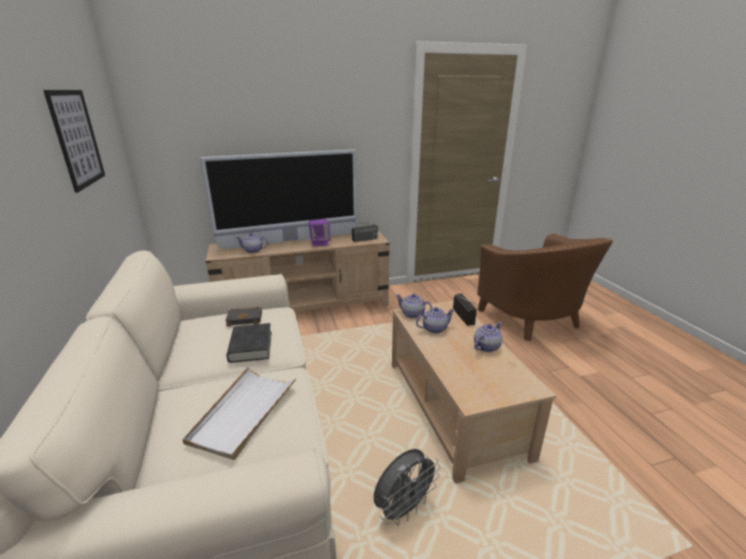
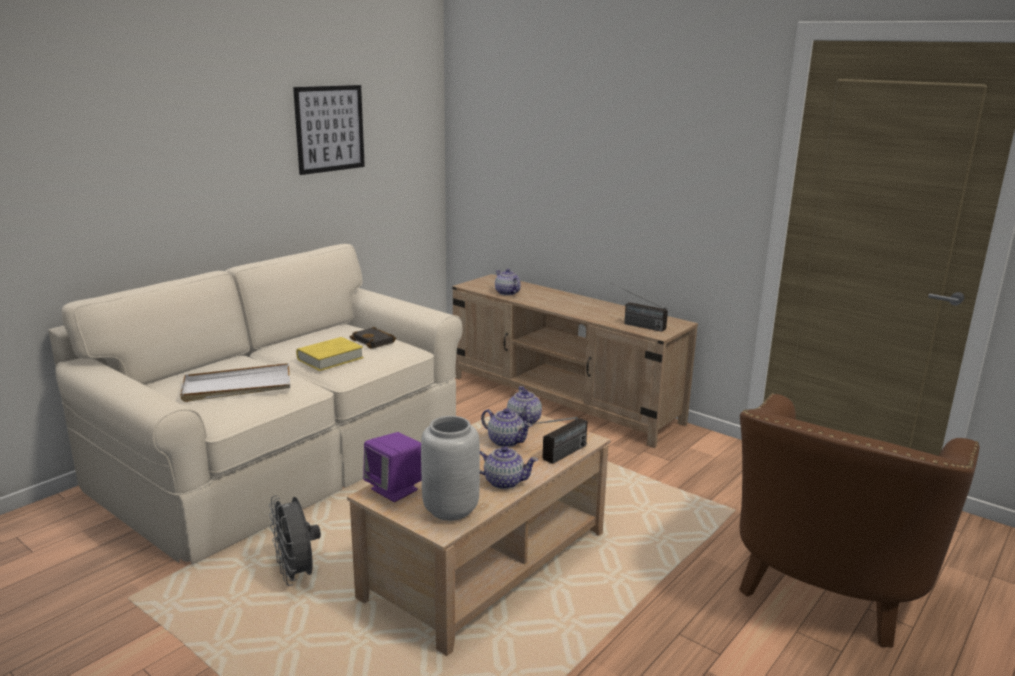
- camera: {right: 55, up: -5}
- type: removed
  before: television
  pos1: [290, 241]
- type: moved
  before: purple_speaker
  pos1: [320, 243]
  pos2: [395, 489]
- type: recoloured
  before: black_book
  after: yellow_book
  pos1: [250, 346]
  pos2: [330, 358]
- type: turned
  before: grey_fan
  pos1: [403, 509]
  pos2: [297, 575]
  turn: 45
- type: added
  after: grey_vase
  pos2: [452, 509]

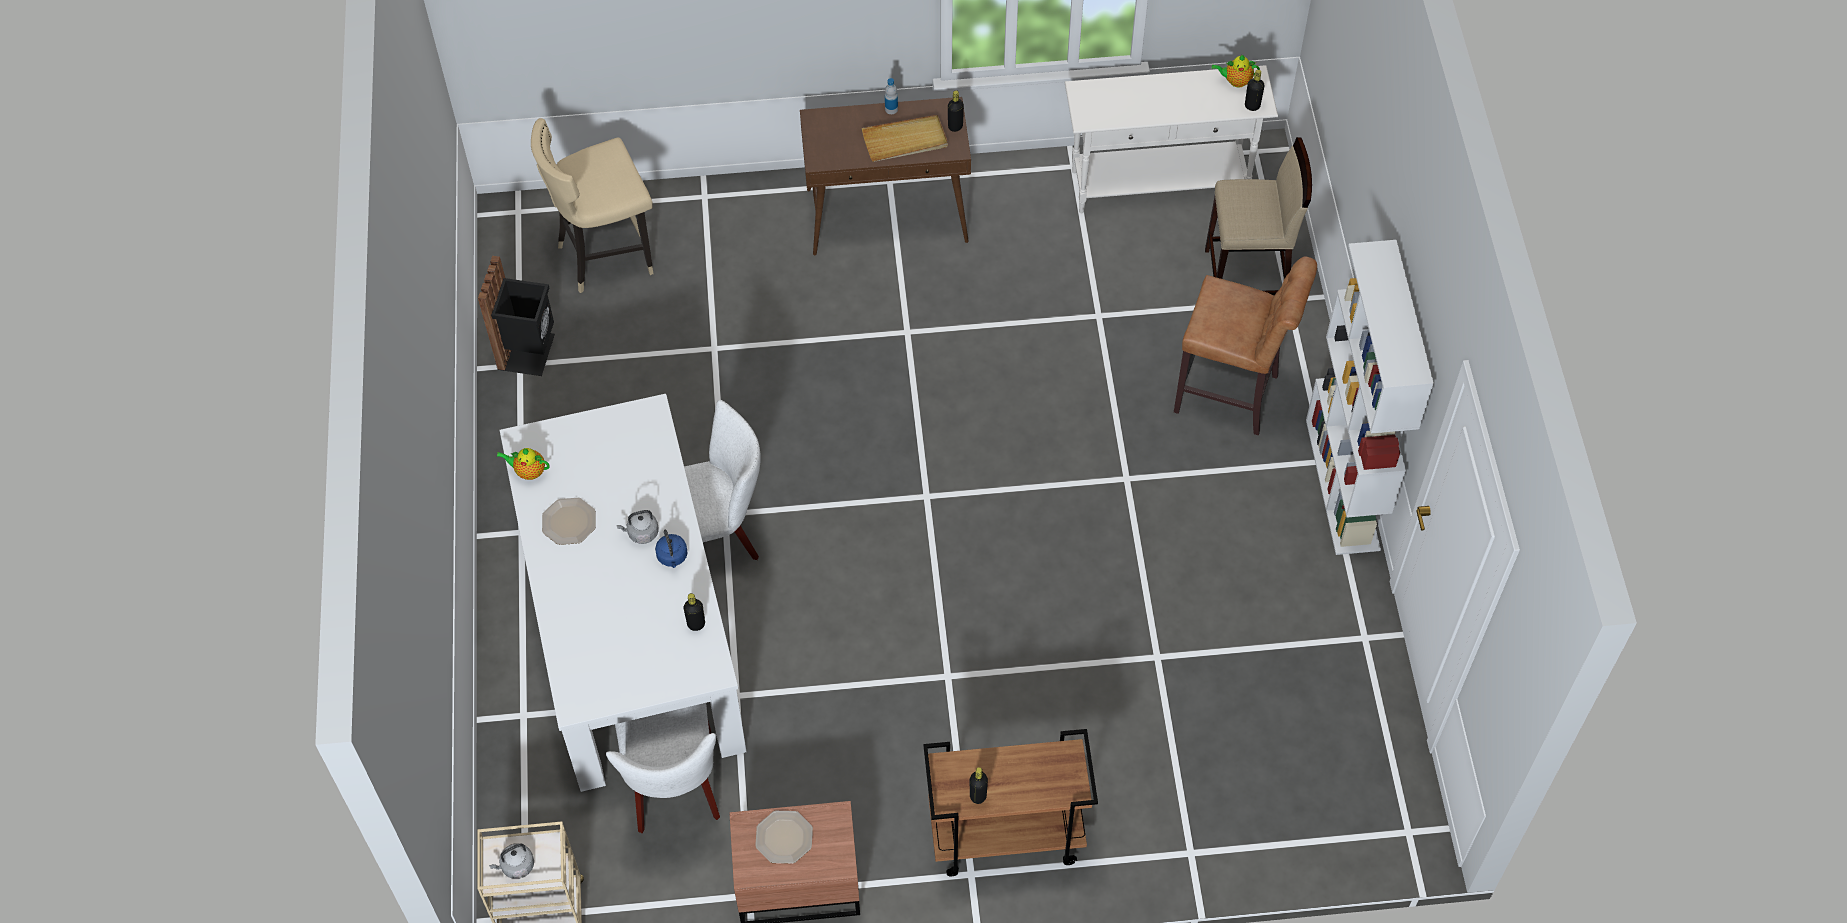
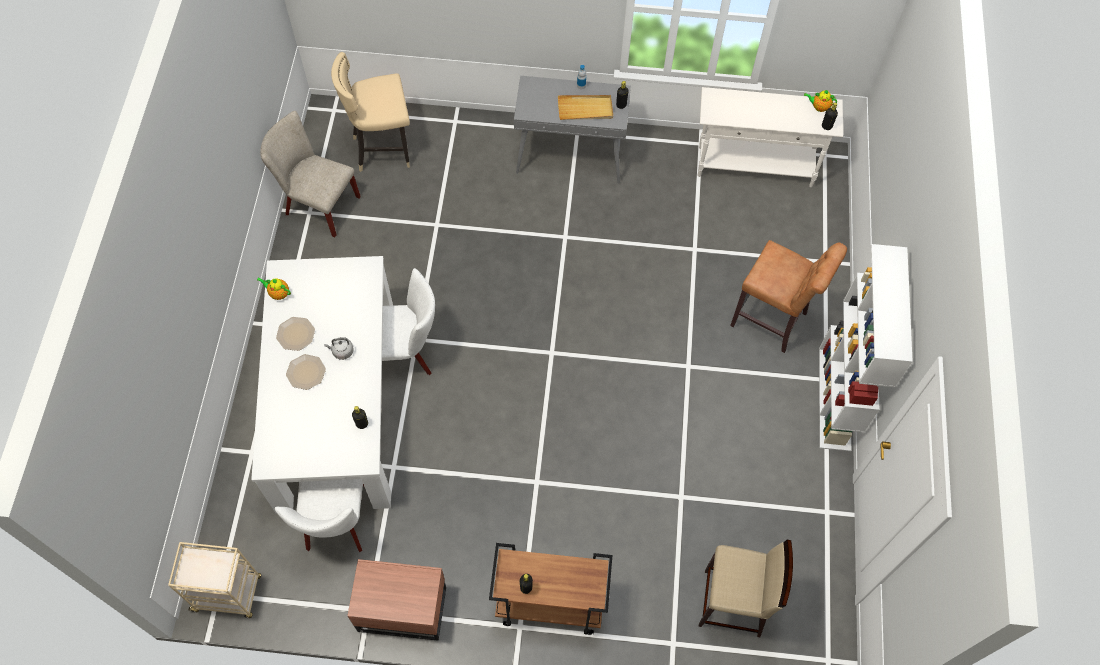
- camera: {right: 10, up: 5}
- type: recoloured
  before: brown_console_table
  after: grey_console_table
  pos1: [888, 215]
  pos2: [571, 155]
- type: moved
  before: beige_stool
  pos1: [1247, 278]
  pos2: [733, 604]
- type: replaced
  before: black_trash_can
  after: beige_chair
  pos1: [529, 351]
  pos2: [317, 205]
- type: removed
  before: blue_kettle
  pos1: [672, 557]
- type: moved
  before: plate
  pos1: [784, 838]
  pos2: [306, 372]
- type: removed
  before: grey_kettle
  pos1: [516, 866]

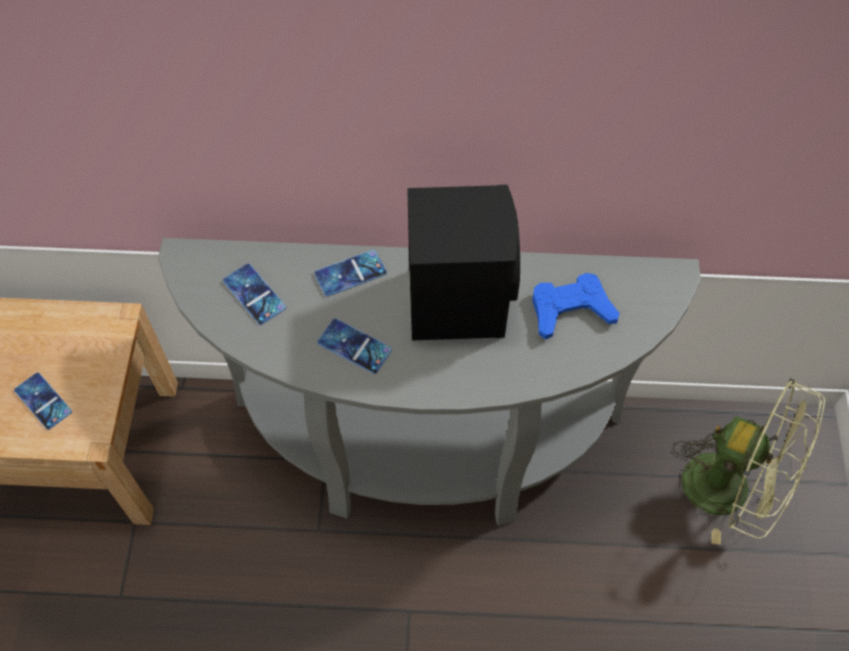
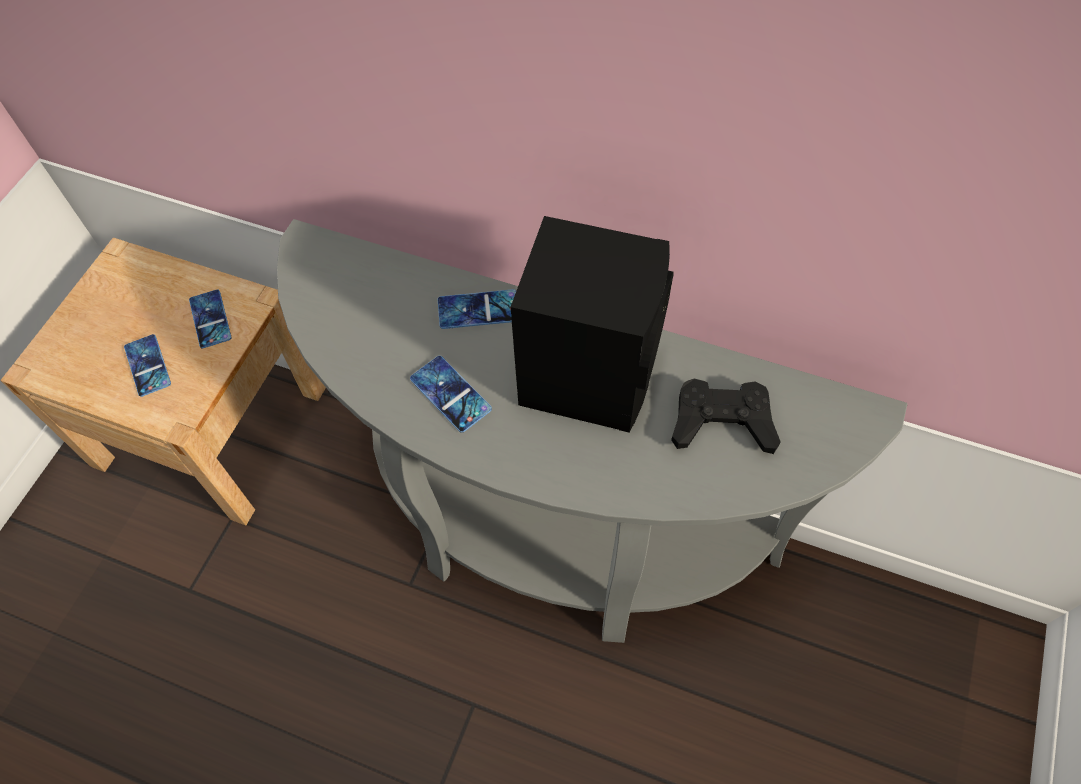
- camera: {right: 20, up: 0}
- type: moved
  before: phone
  pos1: [254, 294]
  pos2: [210, 319]
- type: recoloured
  before: blue_game_controller
  after: black_game_controller
  pos1: [570, 310]
  pos2: [722, 421]
- type: removed
  before: green_fan
  pos1: [731, 489]

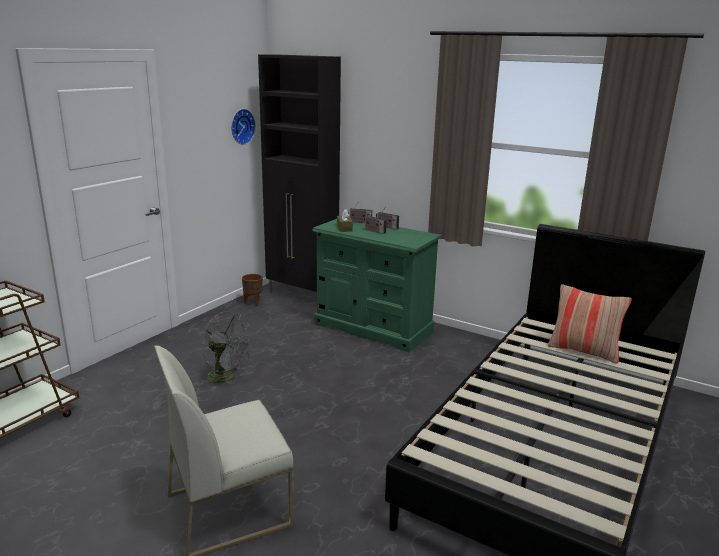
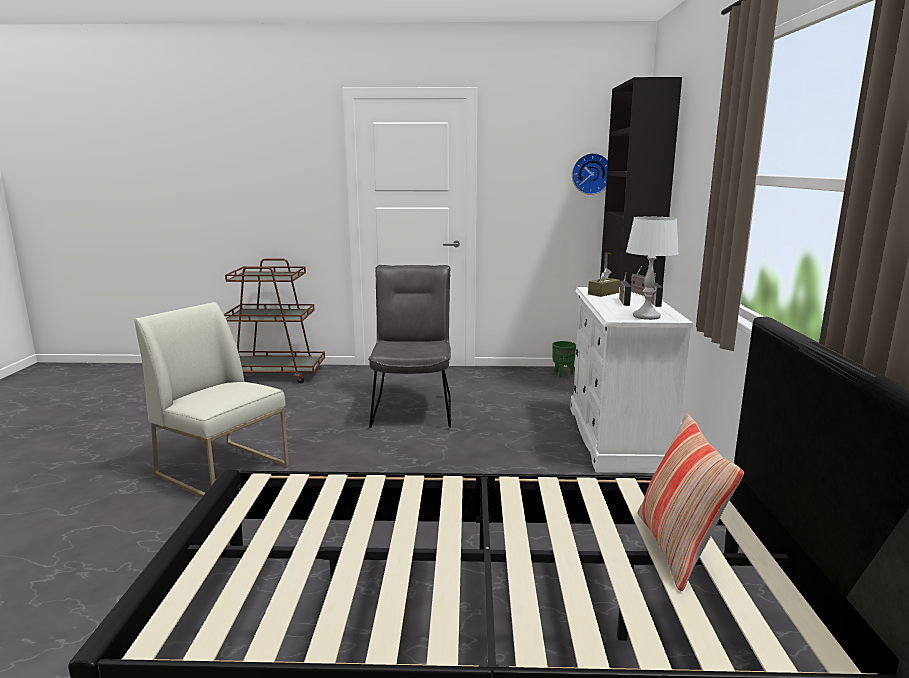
- camera: {right: 60, up: -5}
- type: recoloured
  before: green_dresser
  after: white_dresser
  pos1: [373, 328]
  pos2: [616, 437]
- type: recoloured
  before: brown_planter
  after: green_planter
  pos1: [253, 303]
  pos2: [563, 374]
- type: replaced
  before: grey_fan
  after: grey_chair
  pos1: [226, 378]
  pos2: [413, 408]
- type: added
  after: white_table_lamp
  pos2: [646, 316]

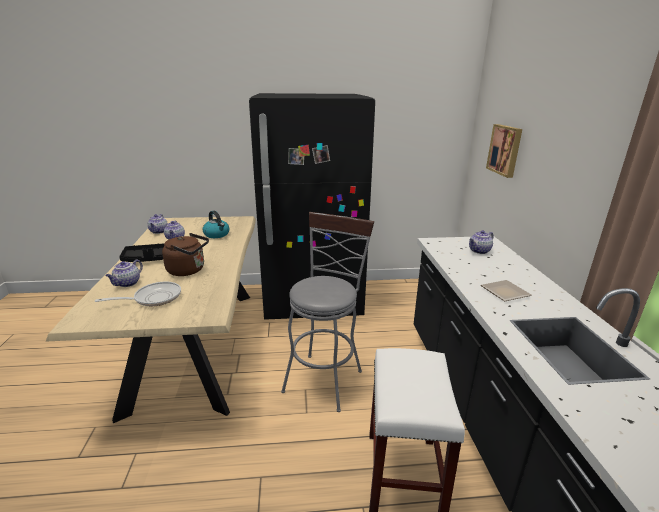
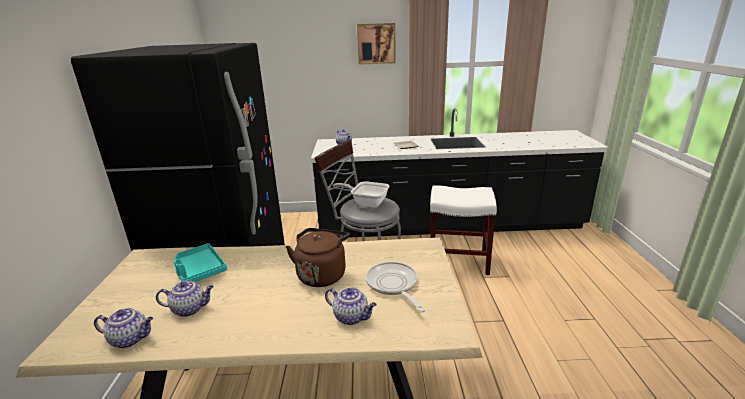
- camera: {right: -85, up: 0}
- type: moved
  before: picture
  pos1: [505, 150]
  pos2: [376, 43]
- type: replaced
  before: kettle
  after: turquoise_tray
  pos1: [217, 234]
  pos2: [199, 270]
- type: removed
  before: black_tray
  pos1: [145, 259]
- type: added
  after: frying_pan
  pos2: [366, 203]

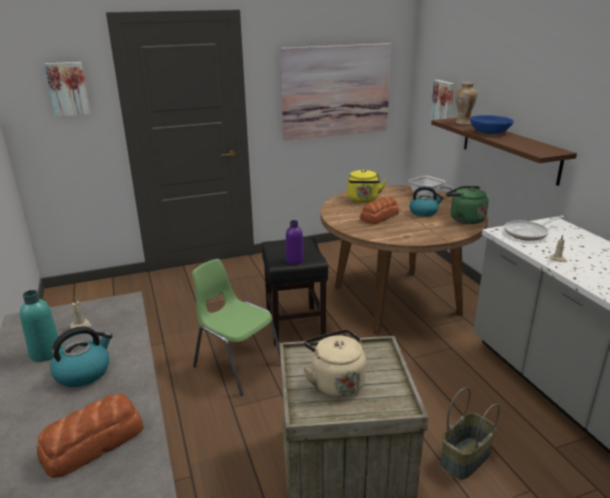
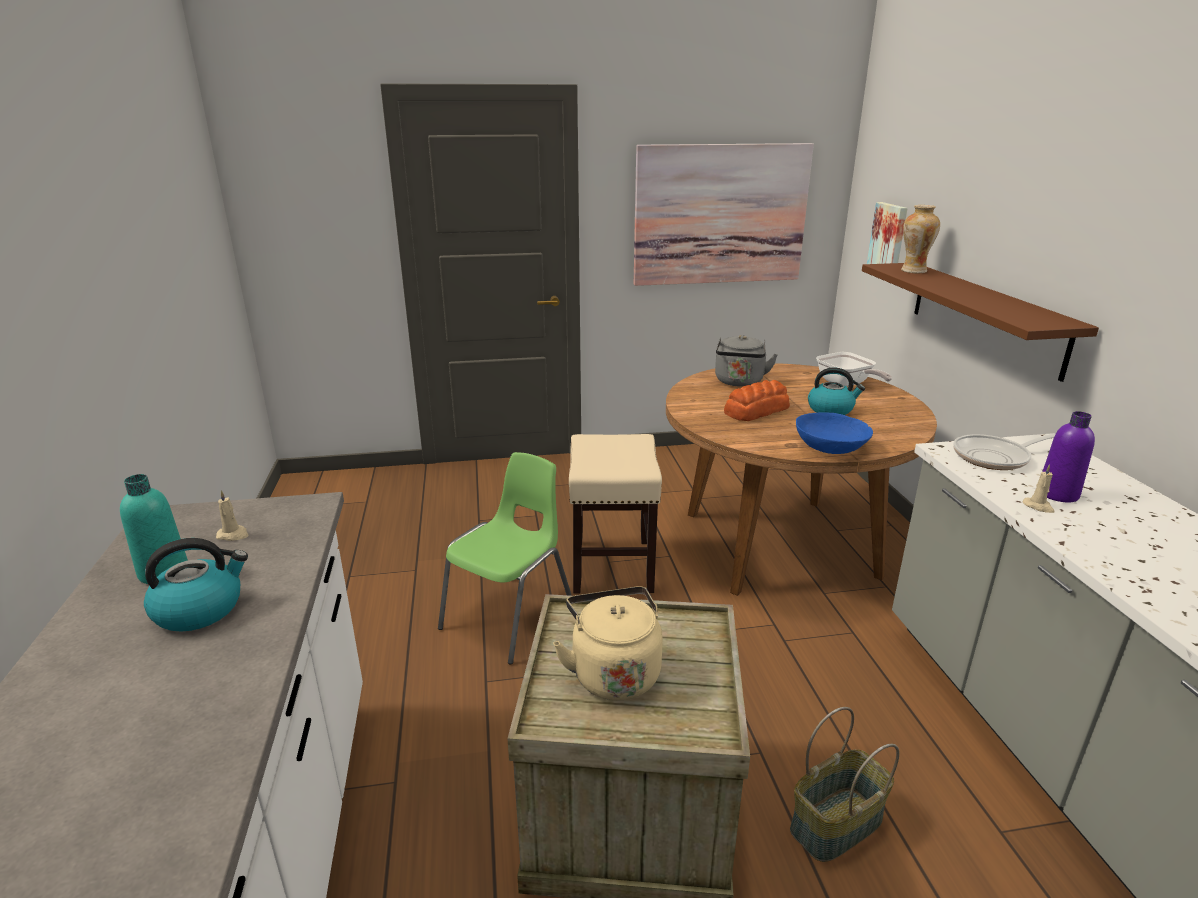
- camera: {right: 10, up: 0}
- type: removed
  before: picture
  pos1: [68, 89]
- type: moved
  before: blue_bowl
  pos1: [489, 132]
  pos2: [830, 447]
- type: recoloured
  before: yellow_kettle
  after: grey_kettle
  pos1: [363, 199]
  pos2: [739, 382]
- type: removed
  before: green_kettle
  pos1: [464, 219]
- type: moved
  before: purple_bottle
  pos1: [294, 260]
  pos2: [1057, 494]
- type: recoloured
  before: black_stool
  after: beige_stool
  pos1: [294, 324]
  pos2: [612, 565]
- type: turned
  before: green_chair
  pos1: [237, 365]
  pos2: [511, 616]
  turn: 75
- type: removed
  before: bread
  pos1: [94, 443]

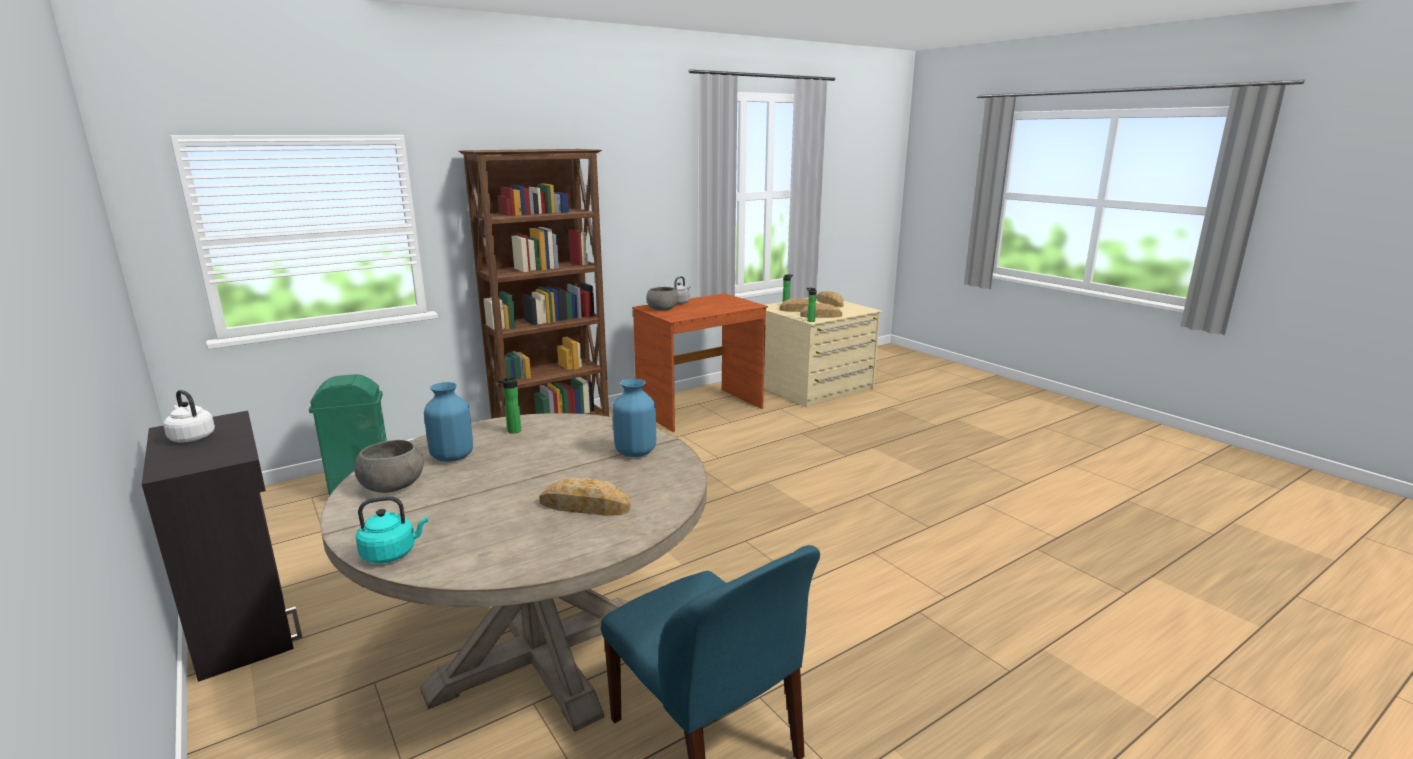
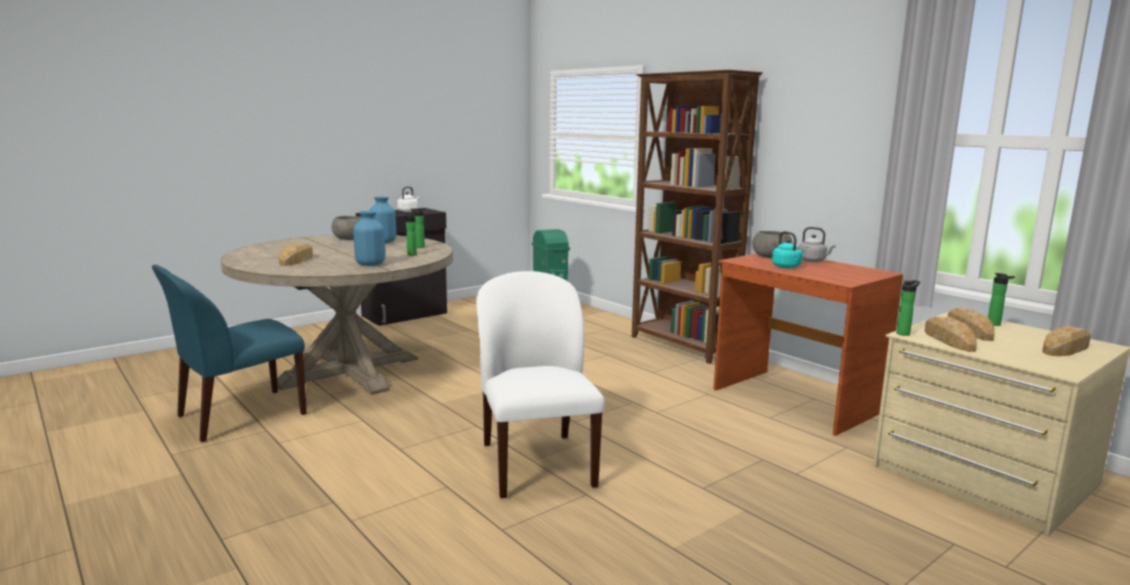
- camera: {right: 85, up: -5}
- type: moved
  before: turquoise_kettle
  pos1: [392, 553]
  pos2: [787, 267]
- type: added
  after: bottle
  pos2: [411, 255]
- type: added
  after: white_chair
  pos2: [536, 463]

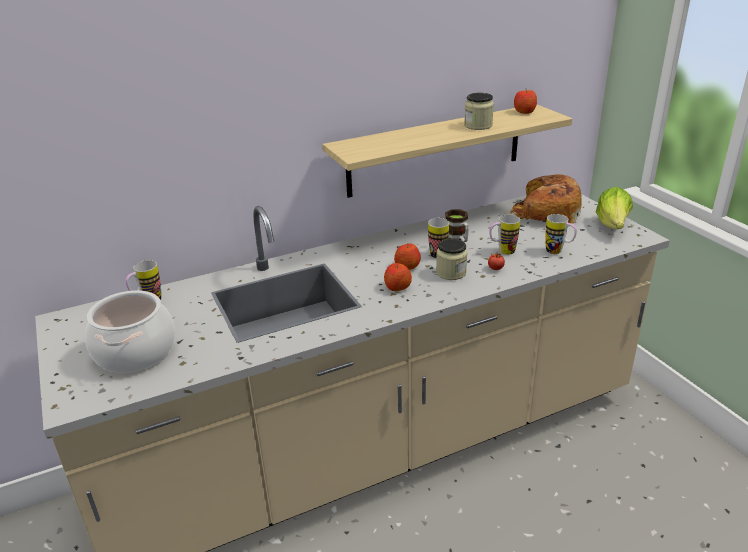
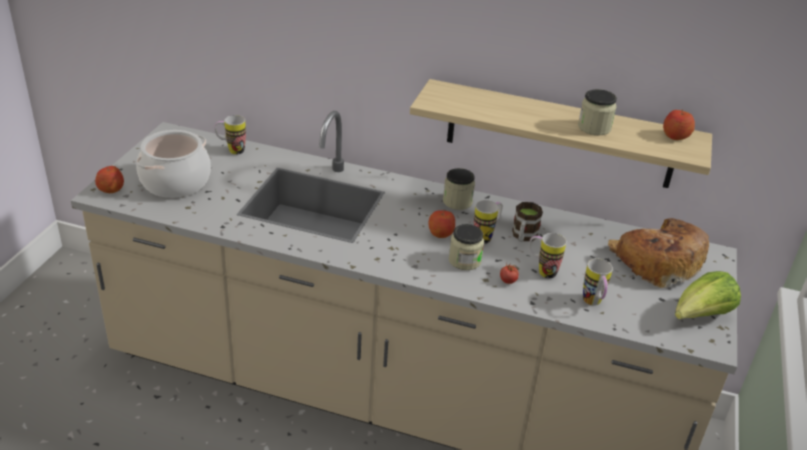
- camera: {right: 40, up: 5}
- type: moved
  before: apple
  pos1: [397, 287]
  pos2: [111, 189]
- type: added
  after: jar
  pos2: [457, 202]

